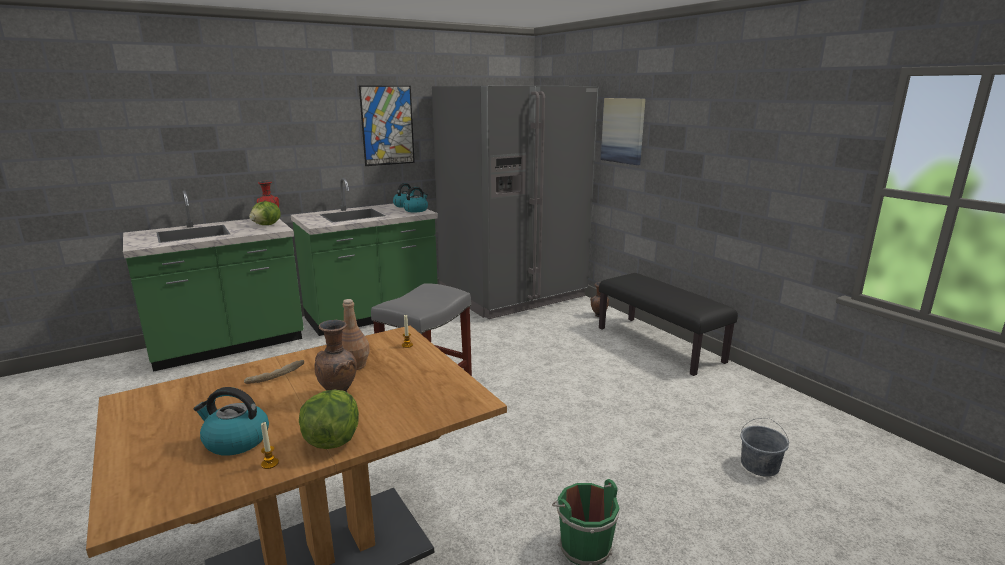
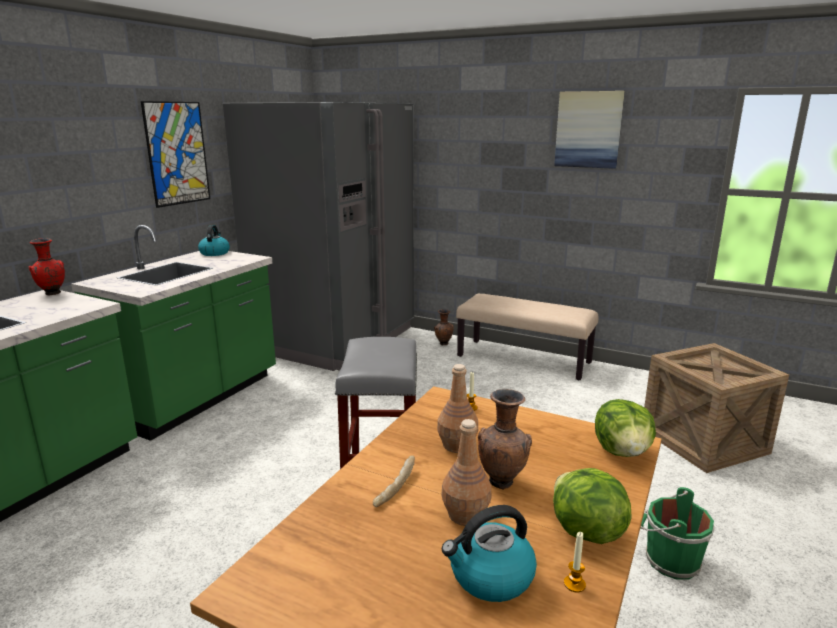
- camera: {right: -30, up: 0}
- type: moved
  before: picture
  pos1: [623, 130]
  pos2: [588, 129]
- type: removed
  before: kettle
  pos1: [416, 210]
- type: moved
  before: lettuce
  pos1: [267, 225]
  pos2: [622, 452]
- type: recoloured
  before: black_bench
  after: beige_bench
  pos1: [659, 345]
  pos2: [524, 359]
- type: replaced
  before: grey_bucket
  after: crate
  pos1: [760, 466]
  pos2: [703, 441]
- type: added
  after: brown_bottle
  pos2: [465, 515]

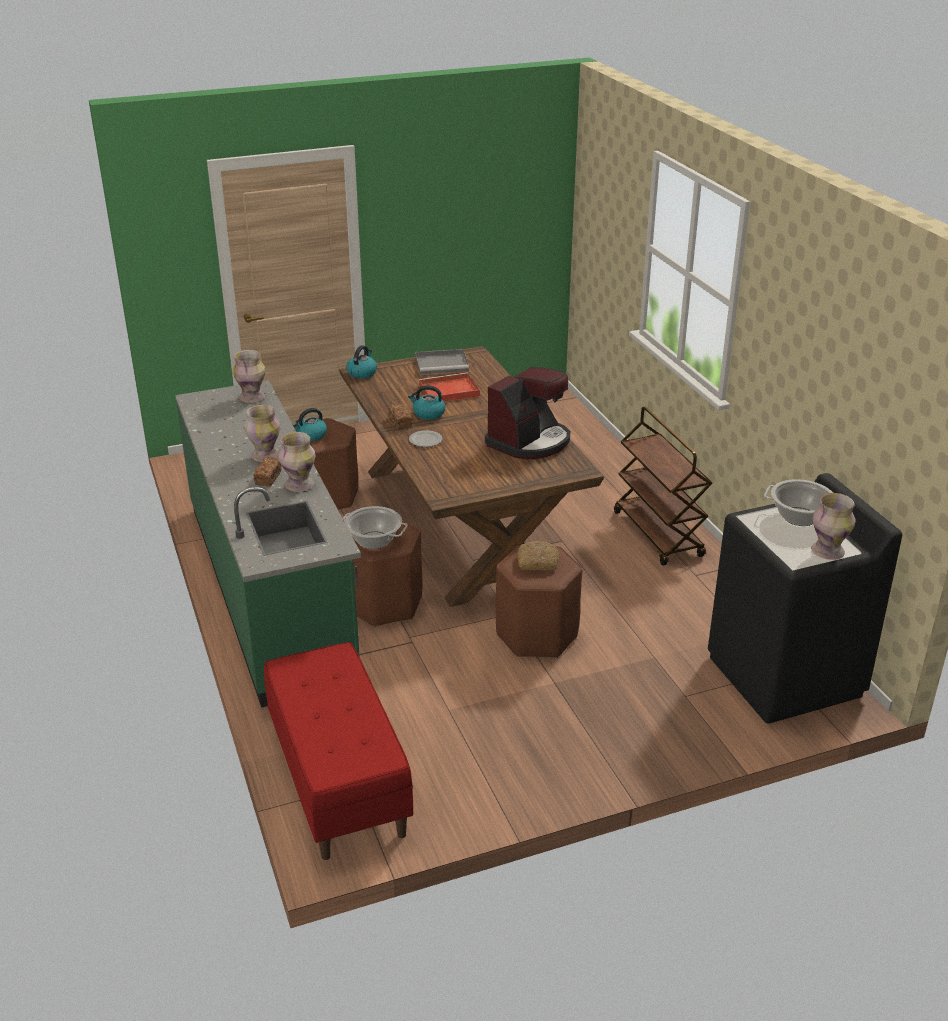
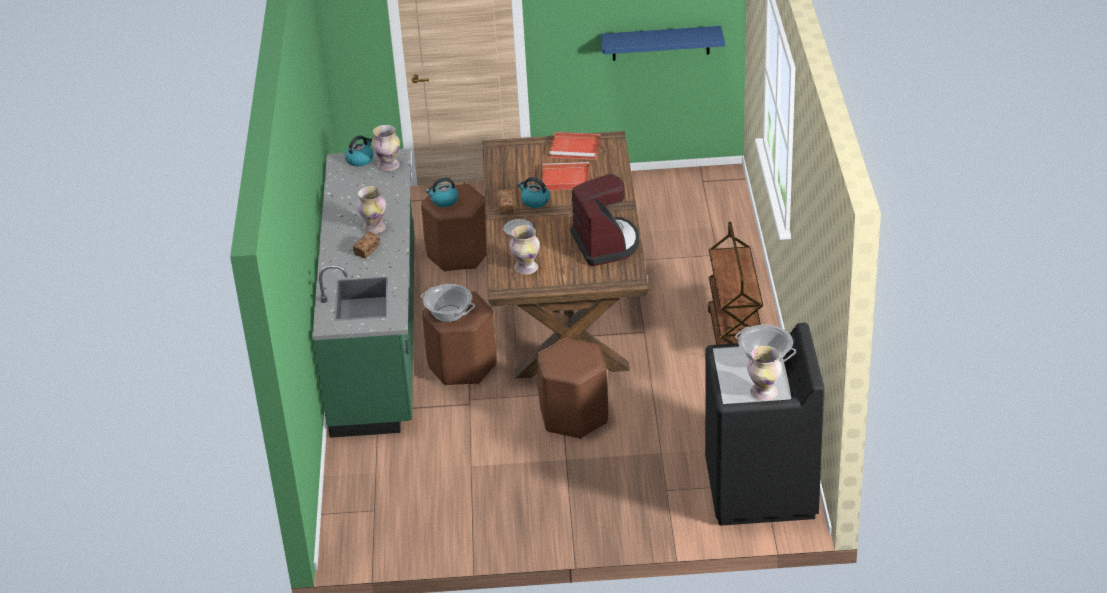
- camera: {right: 20, up: 5}
- type: moved
  before: kettle
  pos1: [362, 373]
  pos2: [360, 160]
- type: recoloured
  before: grey_tray
  after: red_tray
  pos1: [443, 364]
  pos2: [576, 148]
- type: turned
  before: coffee_machine
  pos1: [529, 441]
  pos2: [606, 244]
  turn: -75
- type: moved
  before: vase
  pos1: [300, 485]
  pos2: [526, 268]
- type: removed
  before: bread
  pos1: [538, 562]
- type: removed
  before: red_bench
  pos1: [337, 780]
- type: added
  after: blue_shelf
  pos2: [660, 43]

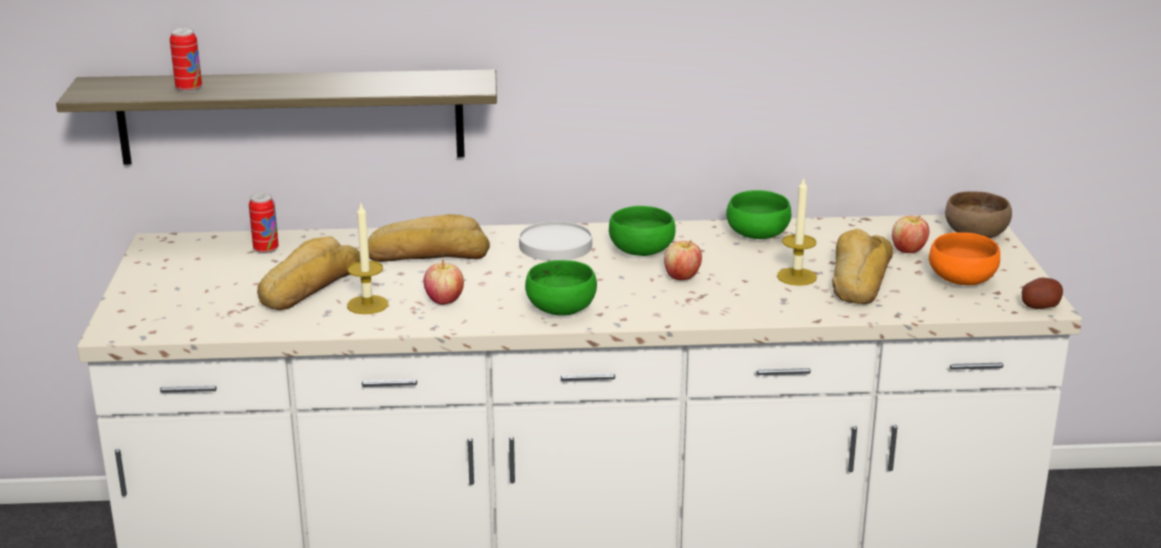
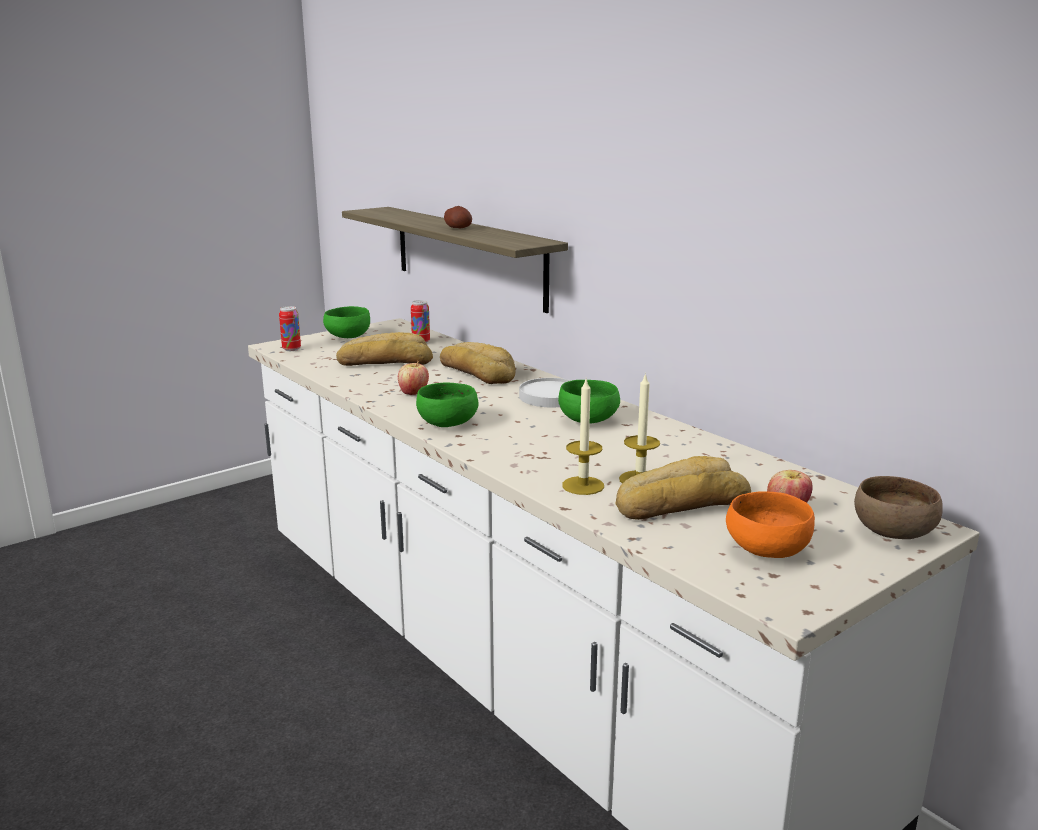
- camera: {right: 55, up: -5}
- type: moved
  before: can
  pos1: [189, 89]
  pos2: [291, 349]
- type: moved
  before: green_bowl
  pos1: [758, 236]
  pos2: [347, 337]
- type: moved
  before: candle
  pos1: [367, 305]
  pos2: [583, 485]
- type: removed
  before: apple
  pos1: [682, 277]
- type: moved
  before: potato
  pos1: [1040, 306]
  pos2: [458, 228]

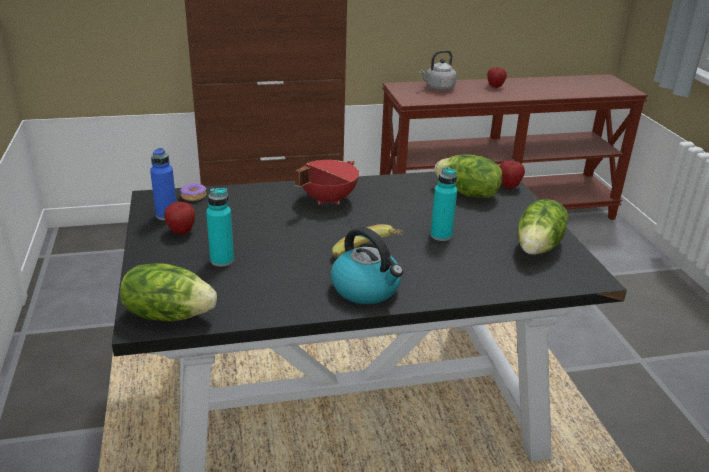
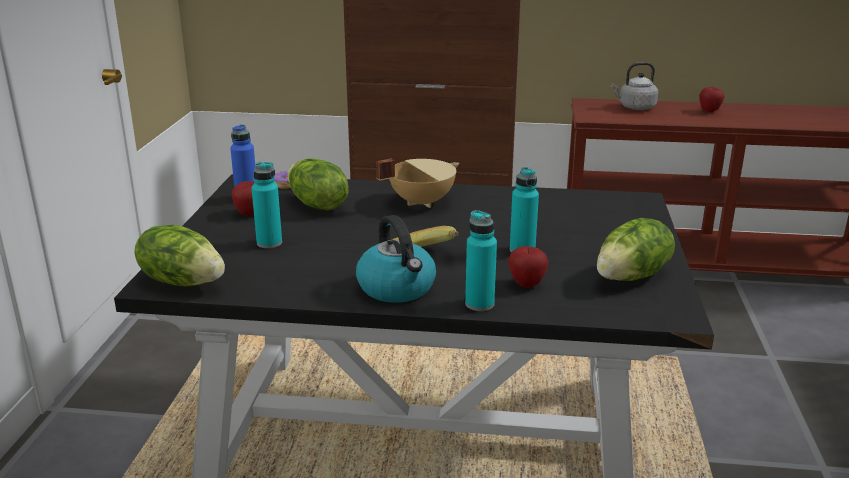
- camera: {right: 20, up: -5}
- type: moved
  before: lettuce
  pos1: [467, 194]
  pos2: [317, 205]
- type: recoloured
  before: red_cooking_pot
  after: beige_cooking_pot
  pos1: [327, 199]
  pos2: [421, 202]
- type: moved
  before: apple
  pos1: [508, 186]
  pos2: [526, 284]
- type: added
  after: turquoise_bottle
  pos2: [479, 304]

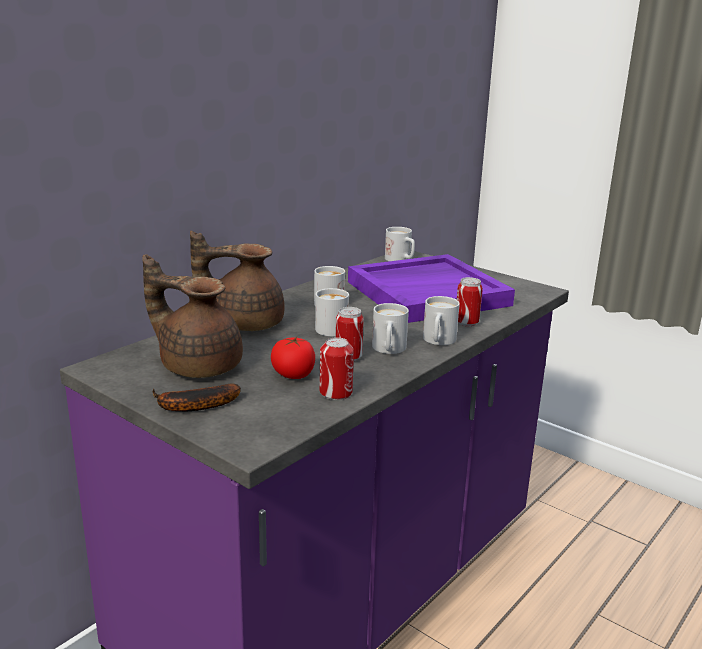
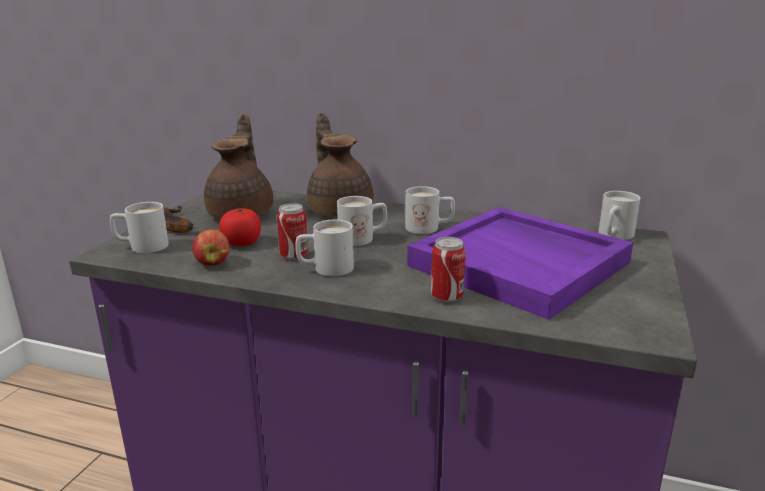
- camera: {right: 70, up: 0}
- type: moved
  before: white_mug
  pos1: [438, 341]
  pos2: [141, 247]
- type: replaced
  before: can
  after: apple
  pos1: [336, 392]
  pos2: [212, 263]

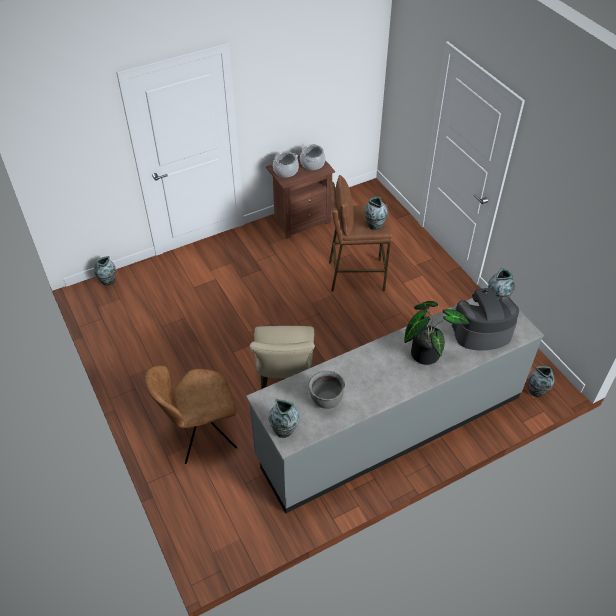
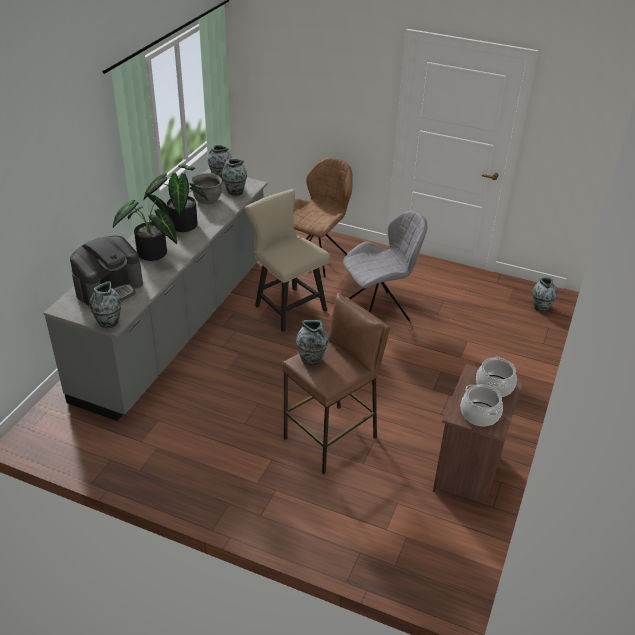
- camera: {right: 140, up: -10}
- type: moved
  before: vase
  pos1: [537, 391]
  pos2: [235, 192]
- type: added
  after: potted_plant
  pos2: [180, 224]
- type: added
  after: grey_chair
  pos2: [378, 311]

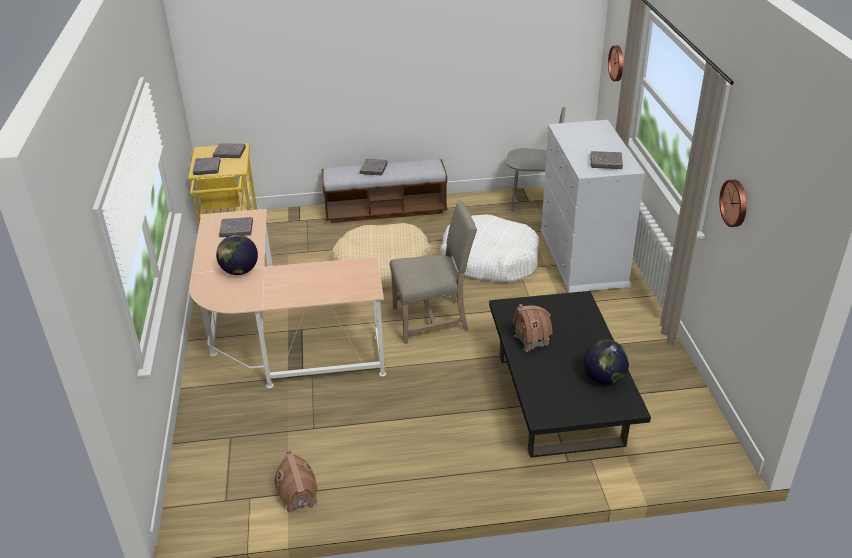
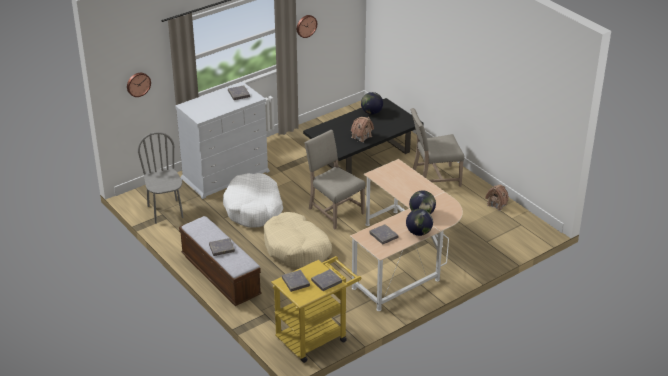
- camera: {right: -120, up: 0}
- type: added
  after: beige_chair
  pos2: [434, 178]
- type: added
  after: globe
  pos2: [419, 232]

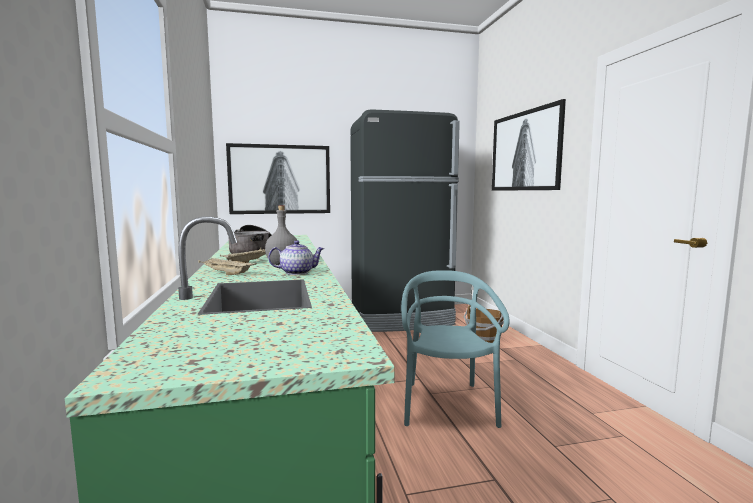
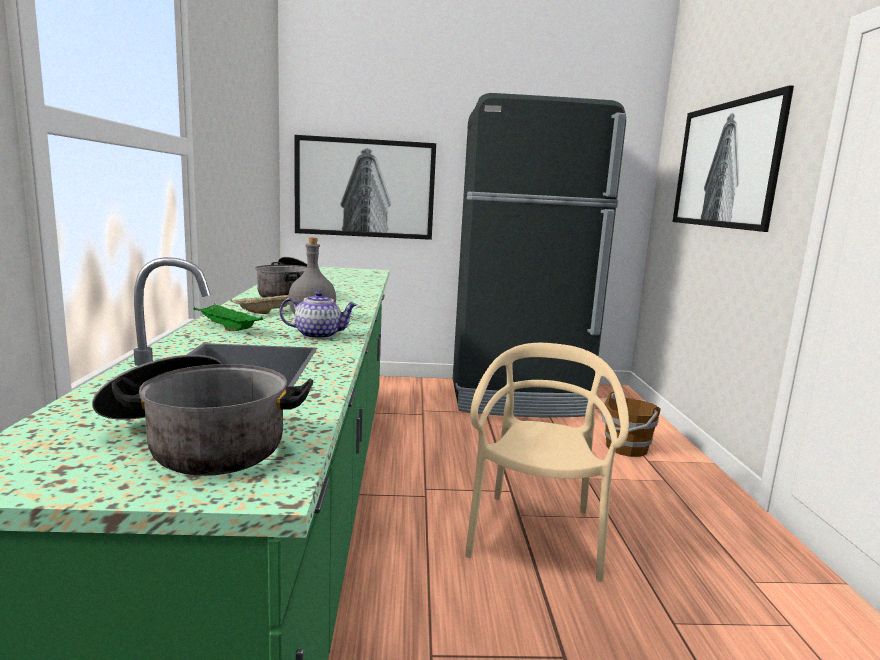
- camera: {right: 10, up: 5}
- type: recoloured
  before: beige_tray
  after: green_tray
  pos1: [226, 274]
  pos2: [226, 328]
- type: recoloured
  before: turquoise_chair
  after: beige_chair
  pos1: [447, 405]
  pos2: [536, 535]
- type: added
  after: cooking_pot
  pos2: [198, 443]

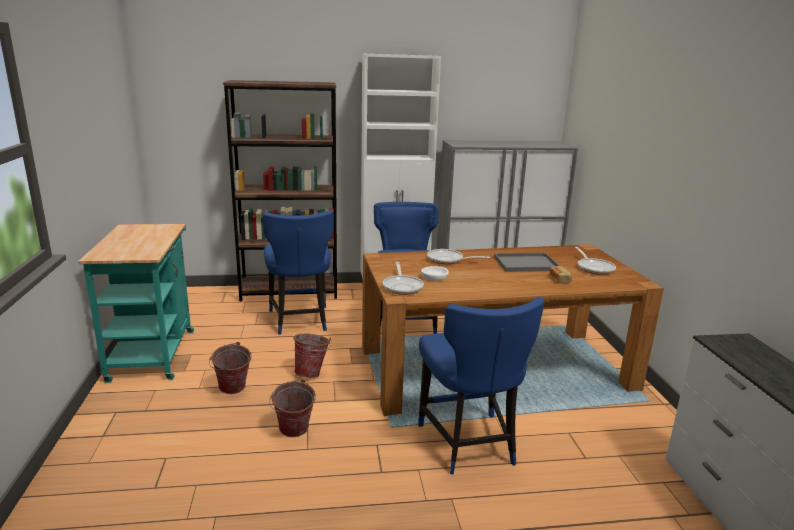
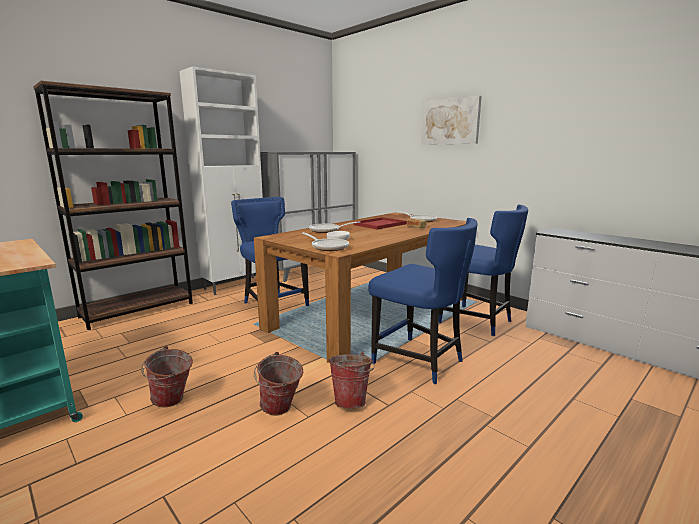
- camera: {right: -35, up: -5}
- type: moved
  before: blue_chair
  pos1: [299, 321]
  pos2: [477, 321]
- type: recoloured
  before: grey_tray
  after: red_tray
  pos1: [525, 264]
  pos2: [380, 224]
- type: moved
  before: bucket
  pos1: [312, 373]
  pos2: [351, 401]
- type: added
  after: picture
  pos2: [450, 121]

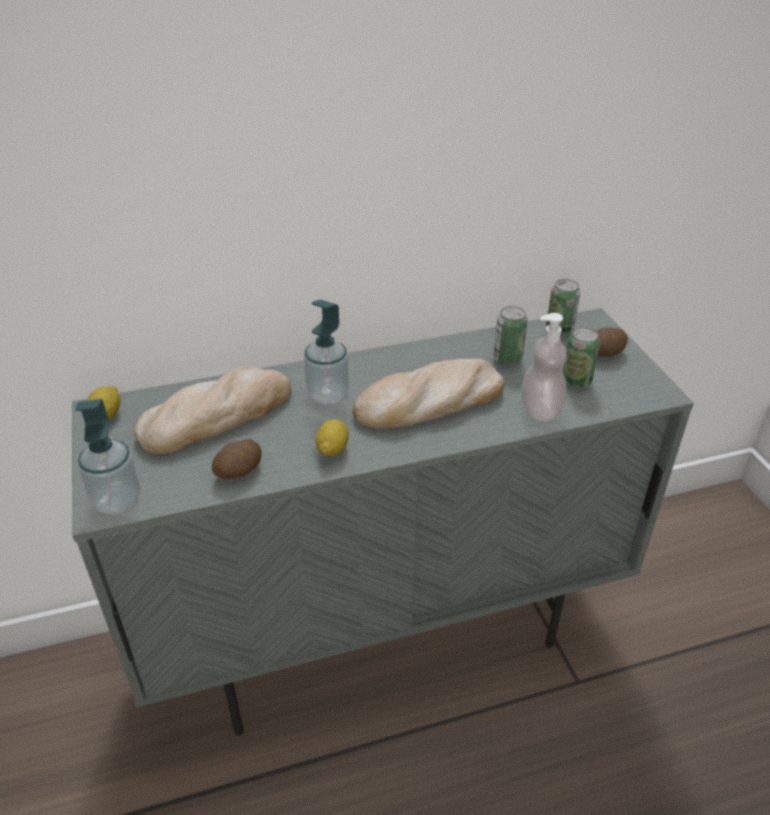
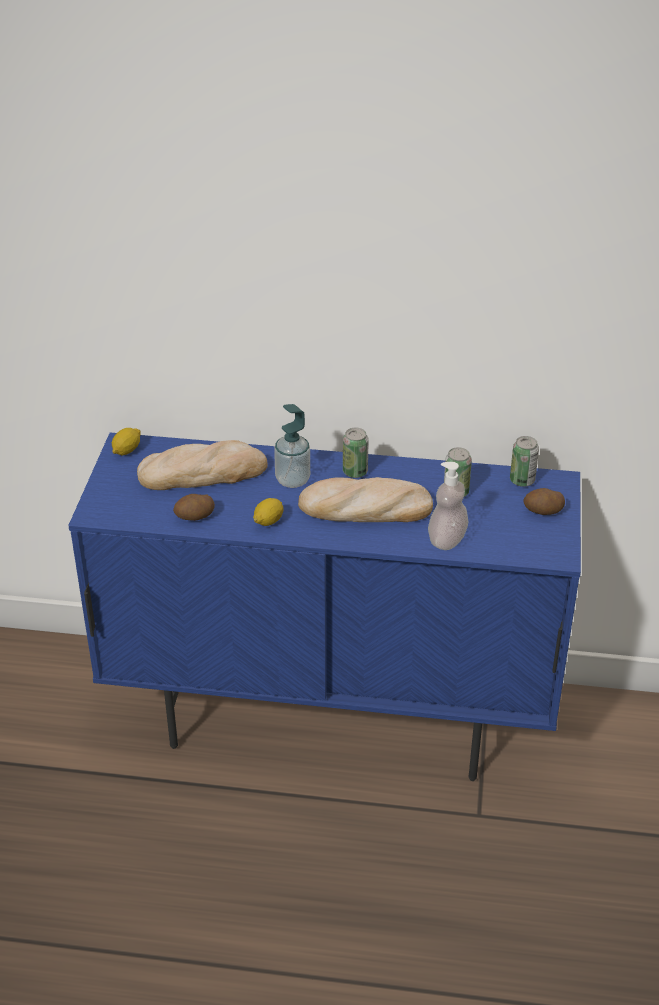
- camera: {right: 25, up: 0}
- type: recoloured
  before: grey_cabinet
  after: blue_cabinet
  pos1: [384, 633]
  pos2: [331, 718]
- type: moved
  before: can
  pos1: [576, 381]
  pos2: [355, 472]
- type: removed
  before: soap_dispenser
  pos1: [117, 501]

